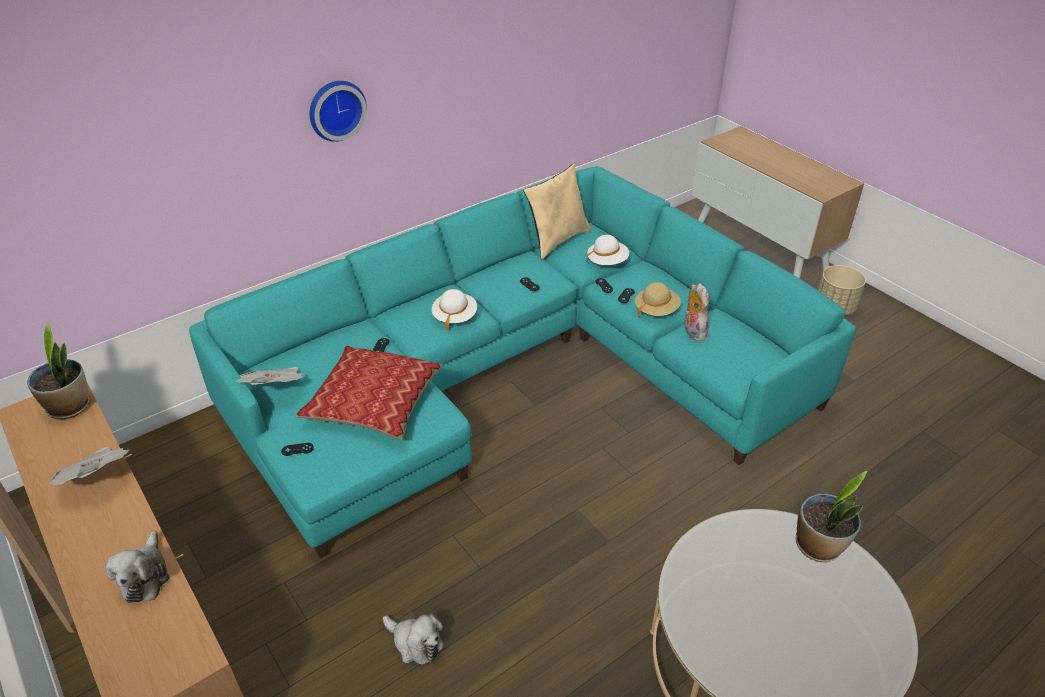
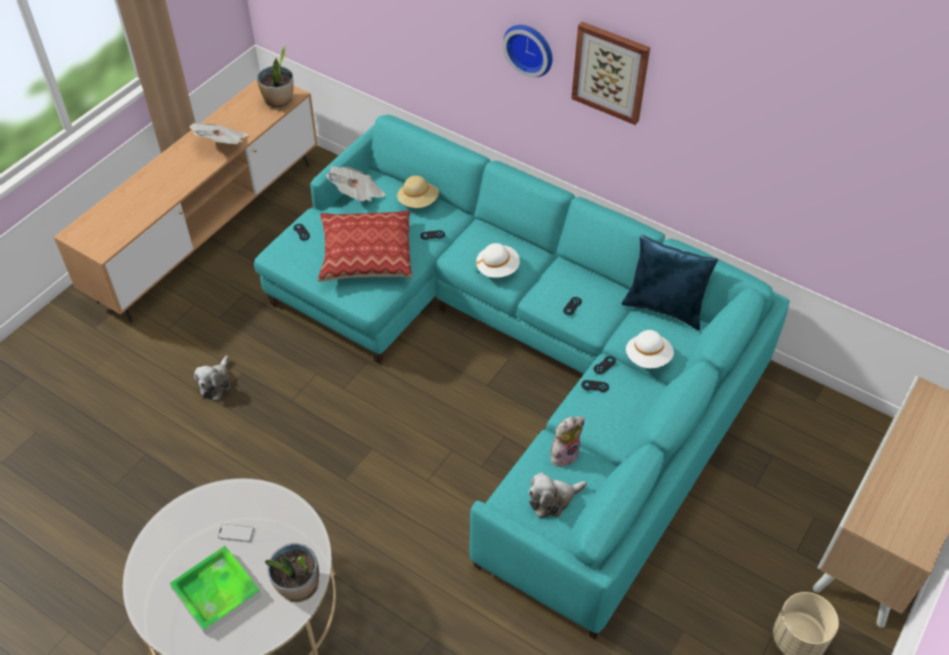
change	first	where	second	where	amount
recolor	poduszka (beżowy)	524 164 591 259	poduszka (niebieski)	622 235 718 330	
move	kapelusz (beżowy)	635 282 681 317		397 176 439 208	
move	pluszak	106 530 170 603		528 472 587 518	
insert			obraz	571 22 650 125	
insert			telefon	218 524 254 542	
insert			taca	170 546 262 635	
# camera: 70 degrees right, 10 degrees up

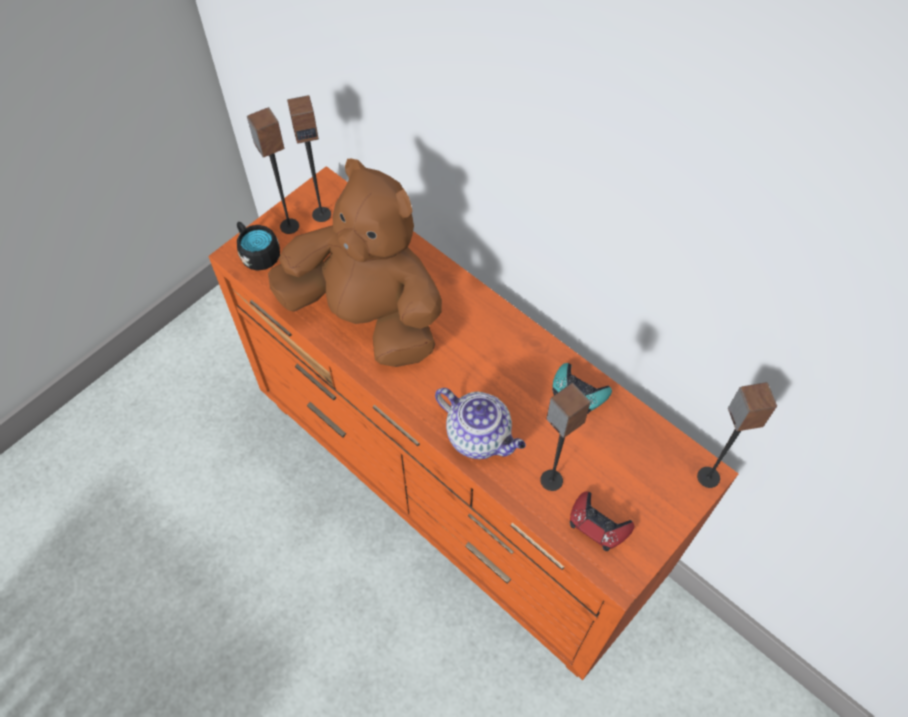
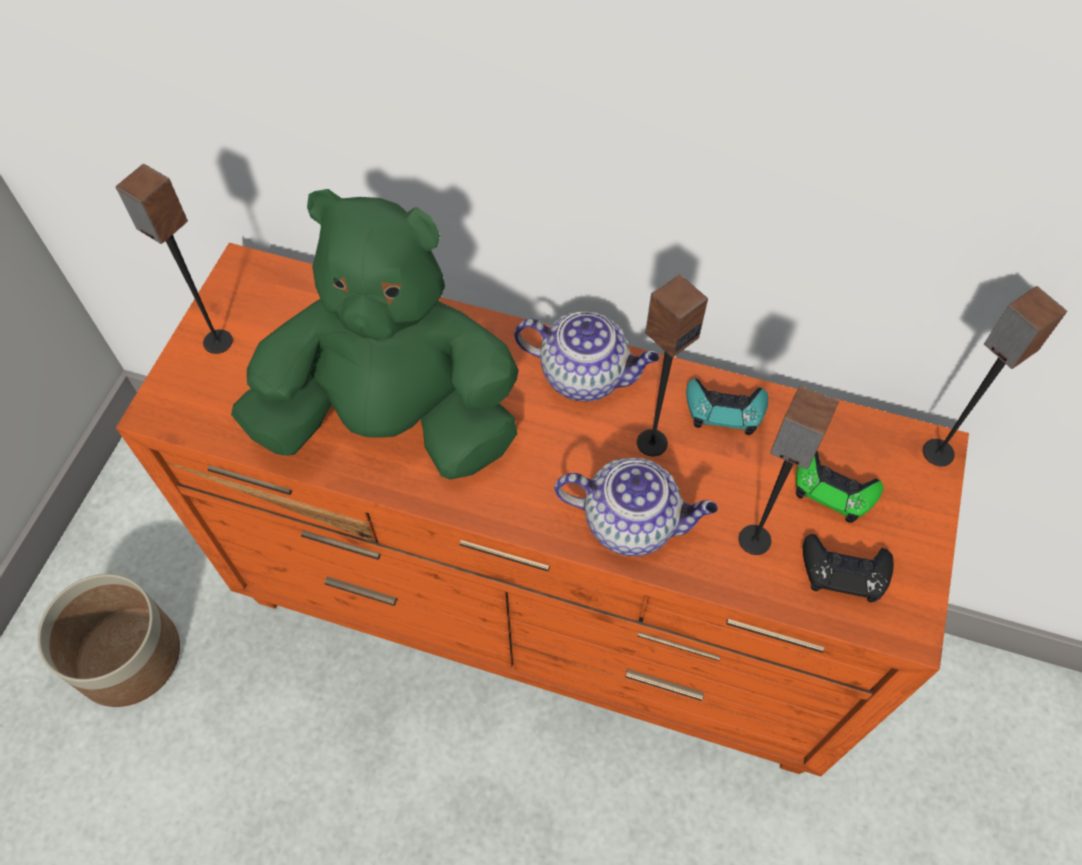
change	first	where	second	where	amount
move	głośnik	287 95 331 222		637 274 708 456	
recolor	pluszak (brązowy)	268 159 442 367	pluszak (zielony)	231 189 519 480	
delete	kubek (czarny)	237 222 280 271			
recolor	pad do gier (czerwony)	570 492 634 551	pad do gier (czarny)	803 534 894 602	
insert			imbryk	514 311 660 402	
insert			pad do gier (zielony)	796 451 884 523	
insert			donica	38 574 180 707	
# camera: 25 degrees left, 0 degrees up

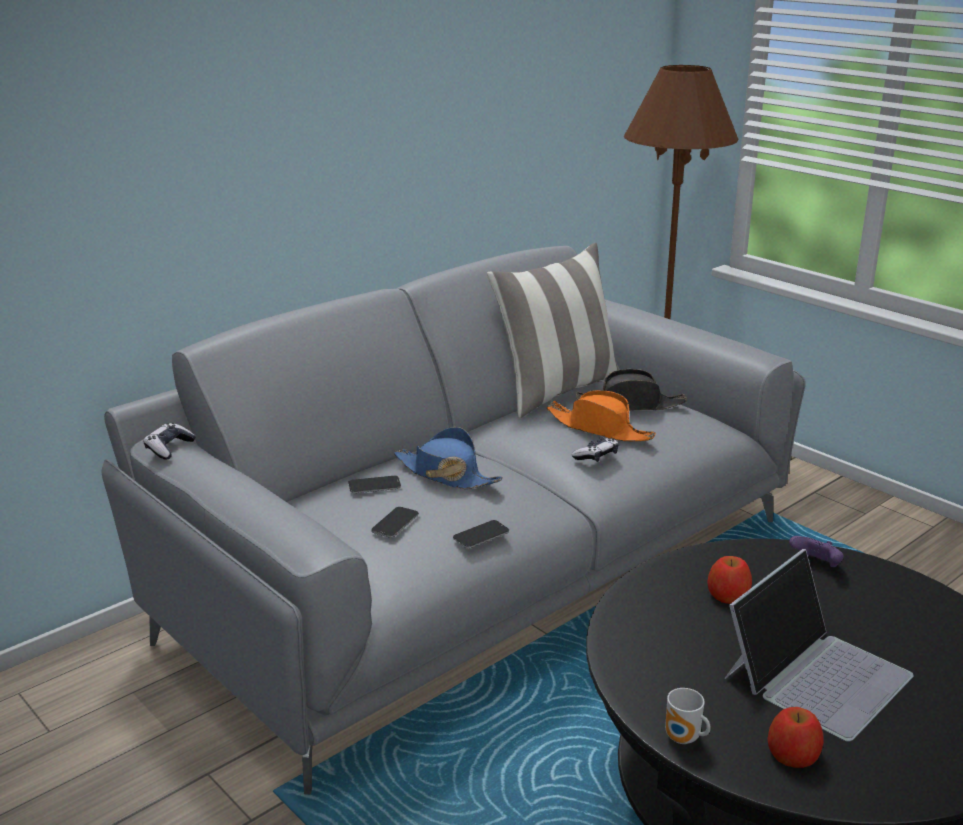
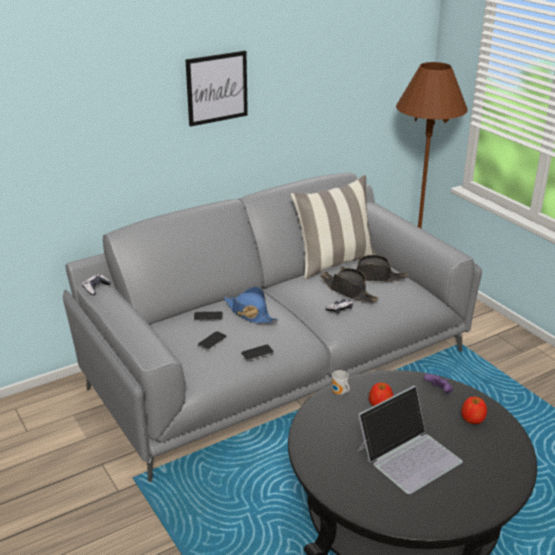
change	first	where	second	where	amount
recolor	kapelusz (pomarańczowy)	547 390 656 441	kapelusz (czarny)	320 268 379 302	
move	kubek	665 688 711 744		332 370 350 395	
move	jabłko	767 707 824 768		461 397 487 424	
insert			obraz	185 51 248 127	
# camera: 10 degrees right, 5 degrees up

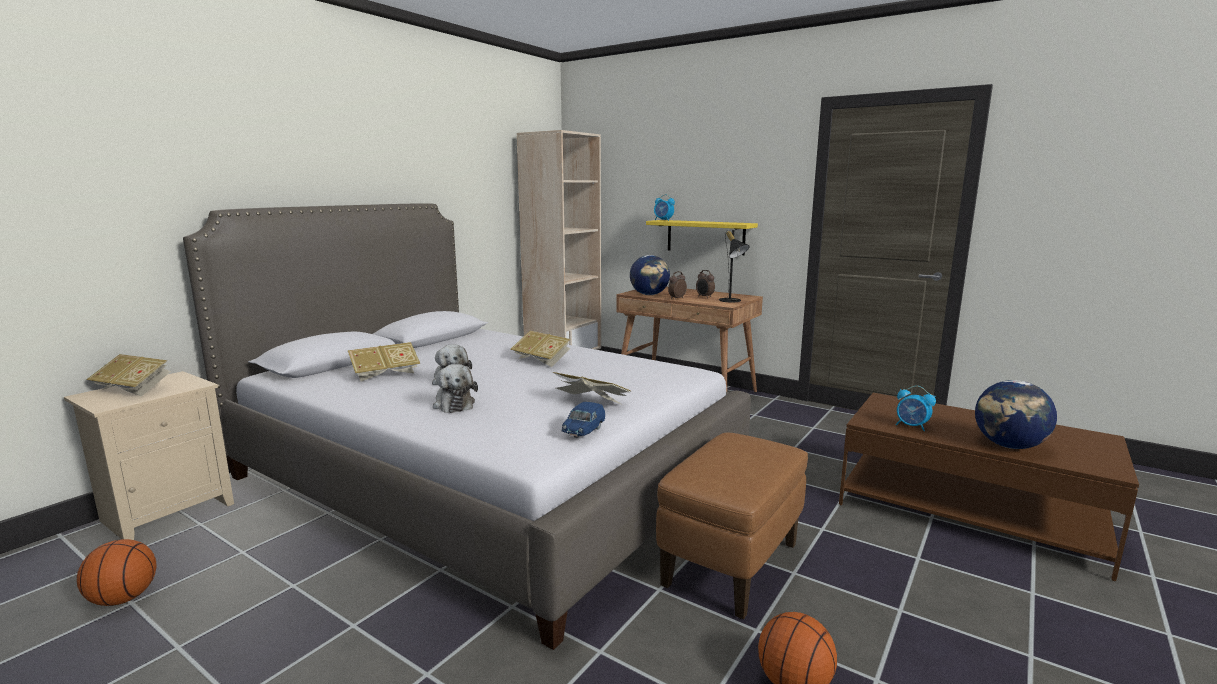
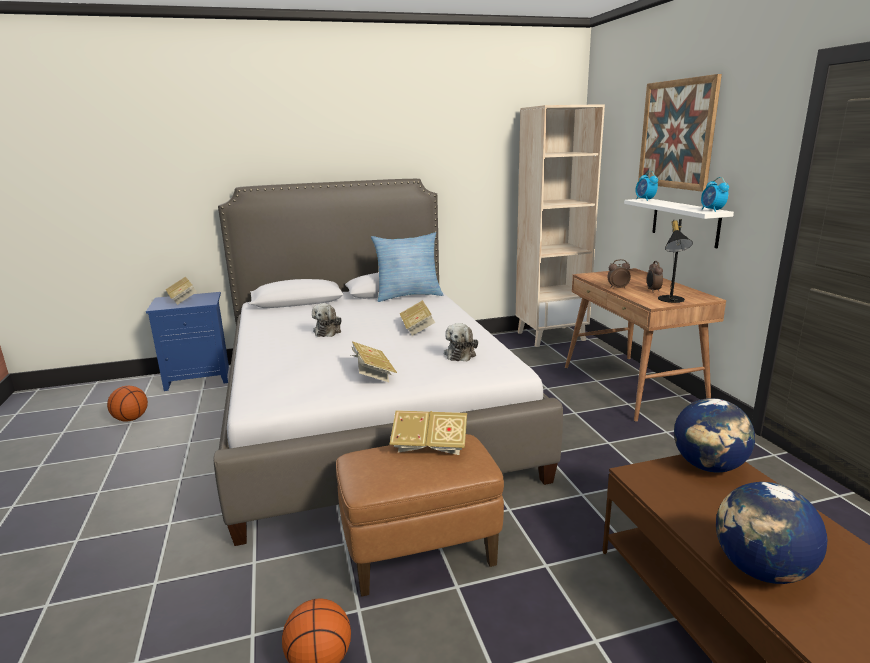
change	first	where	second	where	amount
recolor	półka (żółty)	646 220 758 255	półka (biały)	624 199 734 248	
move	globus	630 255 670 295		674 398 755 472	
move	książka	348 342 420 382		389 410 467 455	
move	pluszak	433 364 478 413		444 323 478 362	
recolor	szafka nocna (beżowy)	64 371 234 540	szafka nocna (niebieski)	146 292 229 391	
move	budzik	896 386 936 431		701 177 729 212	
delete	samochodzik (niebieski)	562 402 605 438			
insert			obraz	638 74 722 192	
insert			poduszka	371 232 443 302	
# camera: 40 degrees right, 5 degrees up

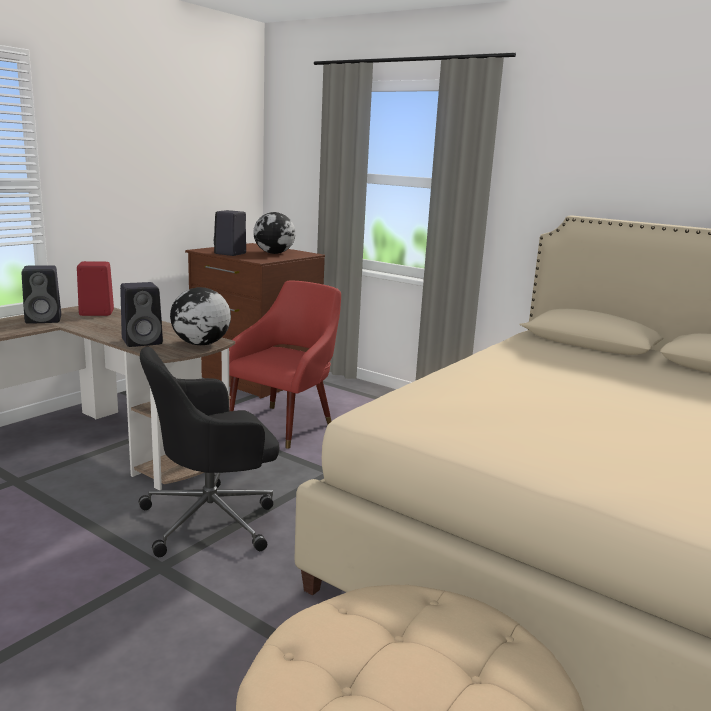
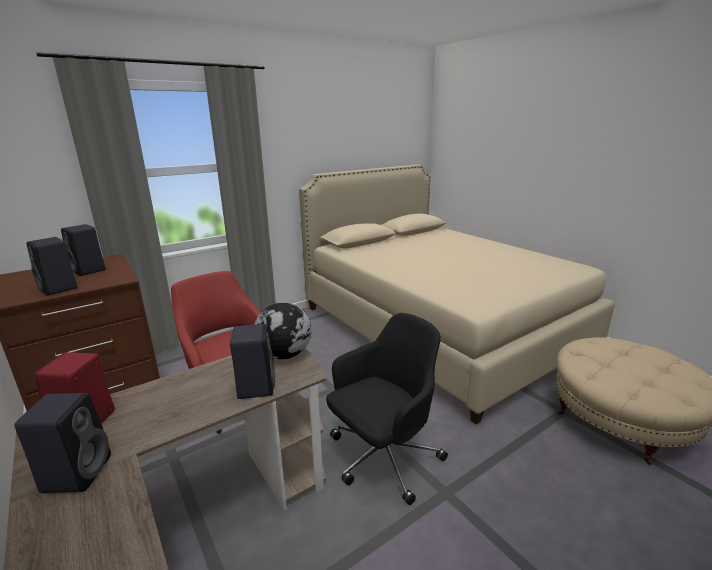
change	first	where	second	where	amount
replace	globus	253 212 295 254	głośnik (czarny)	61 224 106 276	
rotate	krzesło biurowe (czarny)	139 346 280 557		326 313 448 505	120 degrees counterclockwise
# camera: 70 degrees left, 5 degrees up

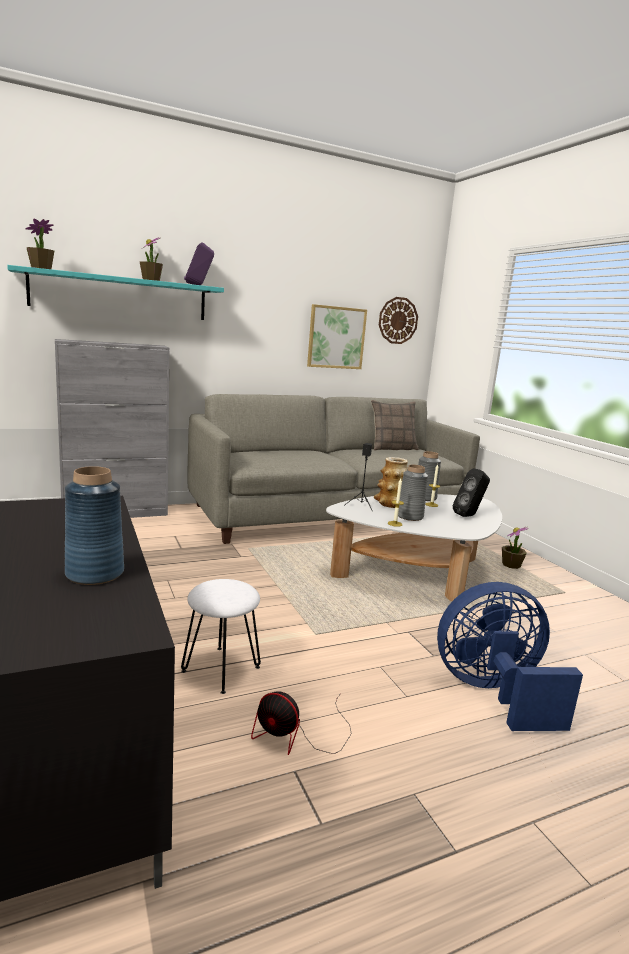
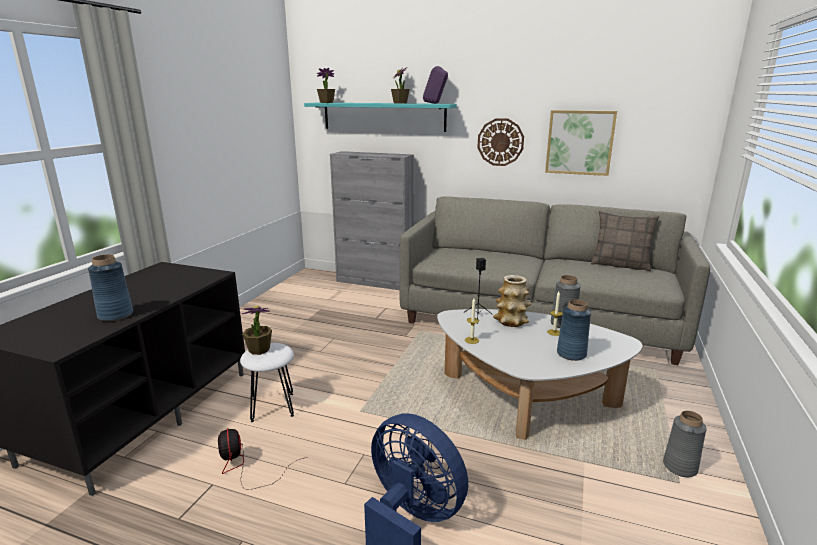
change	first	where	second	where	amount
move	zegar ścienny	379 297 418 344		477 118 524 166	
move	wazon (szary)	398 465 428 521		663 411 707 477	
replace	głośnik (czarny)	453 468 490 517	wazon (niebieski)	557 299 591 361	
move	roślina doniczkowa	502 527 528 569		241 306 272 355	
# camera: 45 degrees right, 5 degrees up

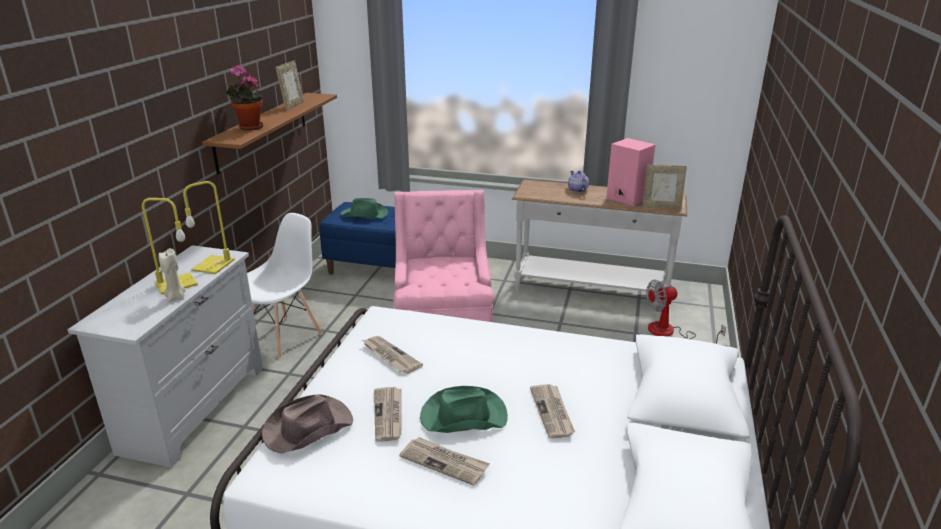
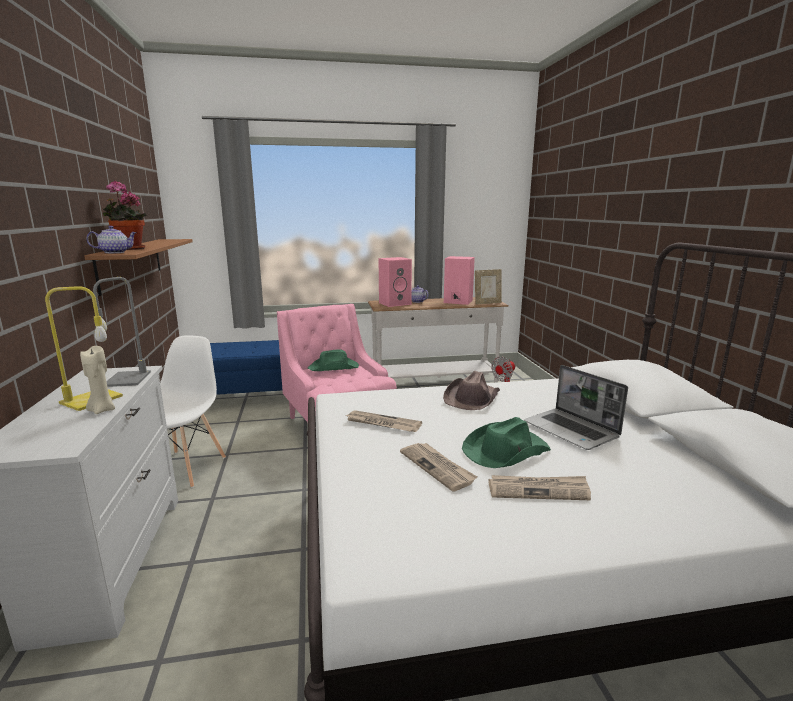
change	first	where	second	where	amount
delete	ramka na zdjęcie	276 60 304 110			
recolor	lampa stołowa (żółty)	183 181 235 274	lampa stołowa (szary)	93 277 151 387	
move	kapelusz (zielony)	341 198 388 219		308 349 359 371	
replace	gazeta	530 384 575 438	laptop	524 365 628 450	
move	kapelusz (brązowy)	262 394 353 454		443 371 500 410	
insert			imbryk	86 226 137 253	
insert			głośnik (różowy)	379 257 412 307	
# camera: 25 degrees left, 10 degrees down

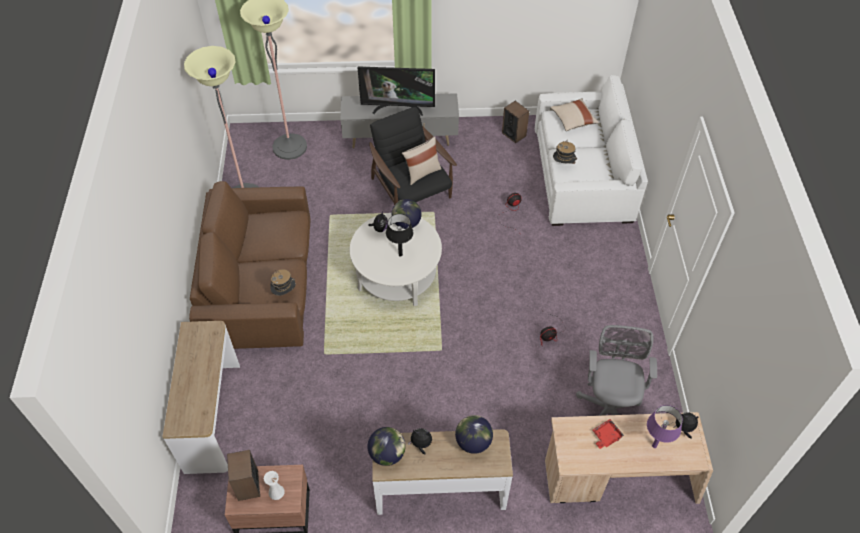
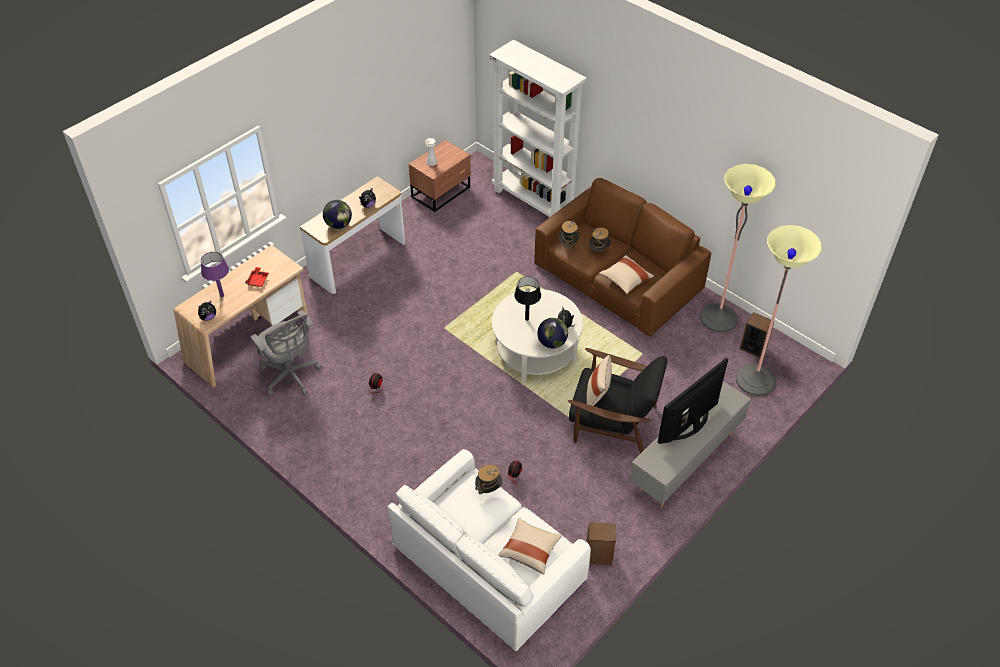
change	first	where	second	where	amount
replace	stolik konsolowy	162 321 240 474	regał (biały)	489 40 587 217	
delete	globus	367 427 406 466			
move	głośnik	227 450 260 501		740 312 774 358	
insert			kapelusz	589 227 611 251	
insert			poduszka (beżowy)	599 255 654 294	
# camera: 135 degrees right, 5 degrees down

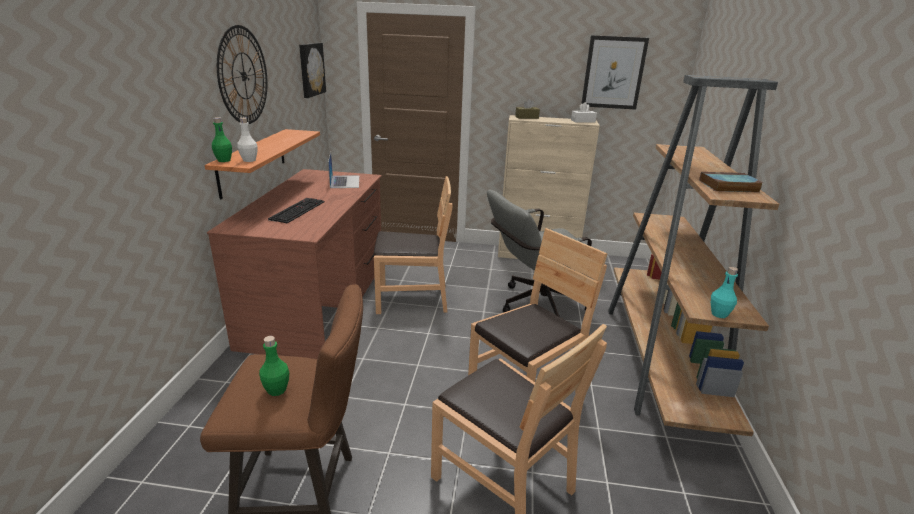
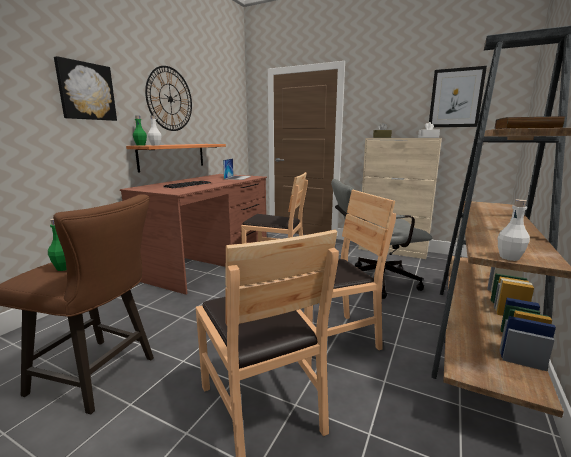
change	first	where	second	where	amount
move	obraz	299 43 326 98		54 56 117 121	
recolor	butelka (turkusowy)	711 267 738 318	butelka (biały)	498 199 530 261	
# camera: 20 degrees right, 10 degrees down

